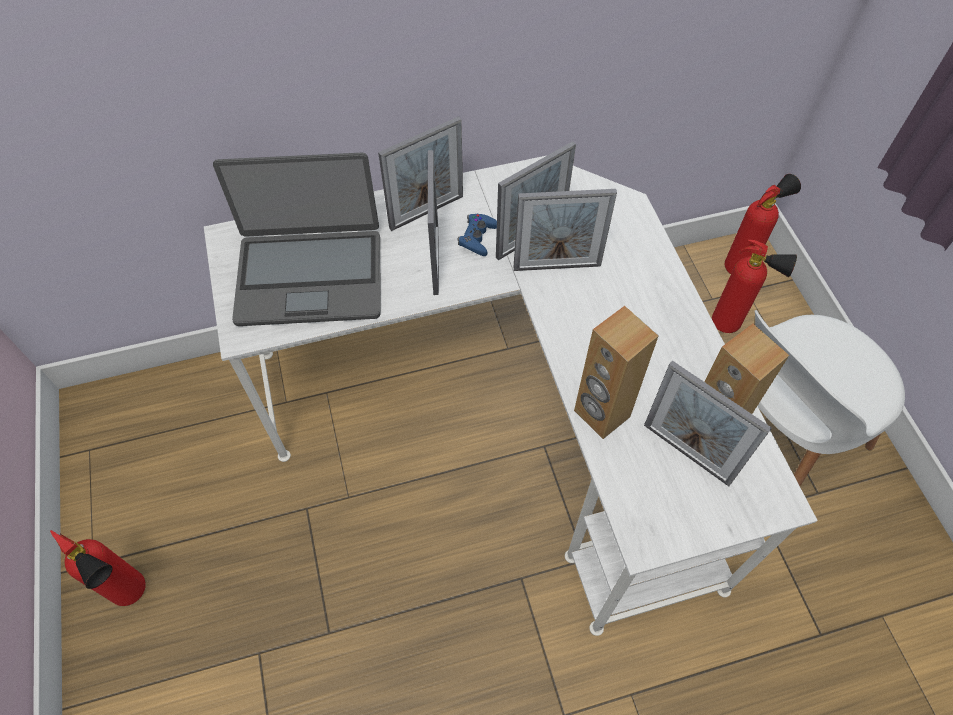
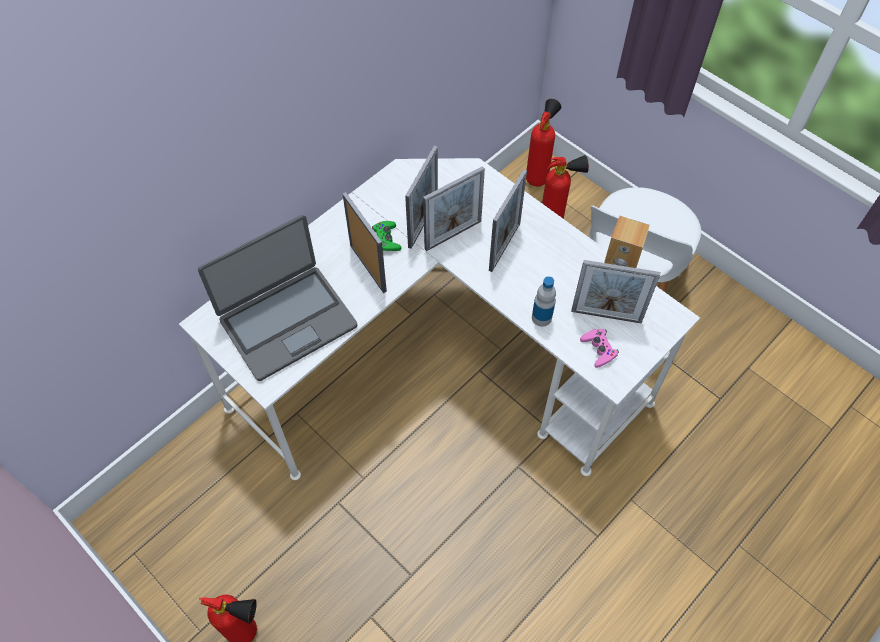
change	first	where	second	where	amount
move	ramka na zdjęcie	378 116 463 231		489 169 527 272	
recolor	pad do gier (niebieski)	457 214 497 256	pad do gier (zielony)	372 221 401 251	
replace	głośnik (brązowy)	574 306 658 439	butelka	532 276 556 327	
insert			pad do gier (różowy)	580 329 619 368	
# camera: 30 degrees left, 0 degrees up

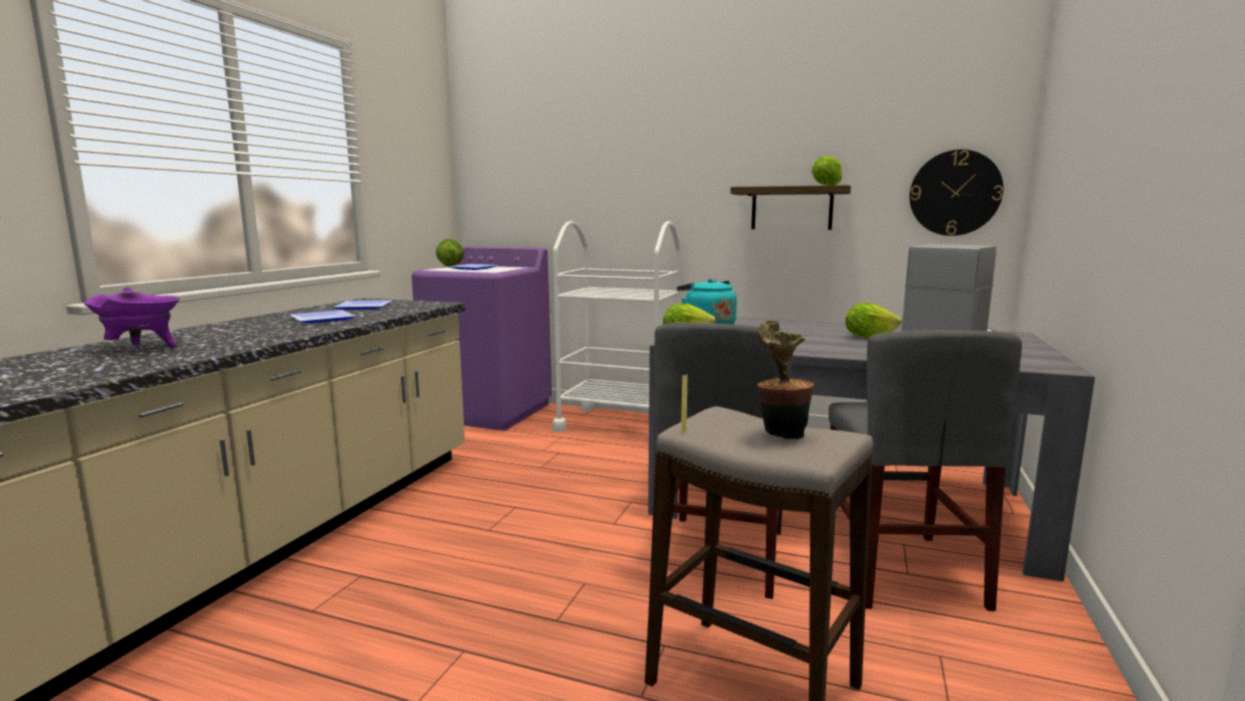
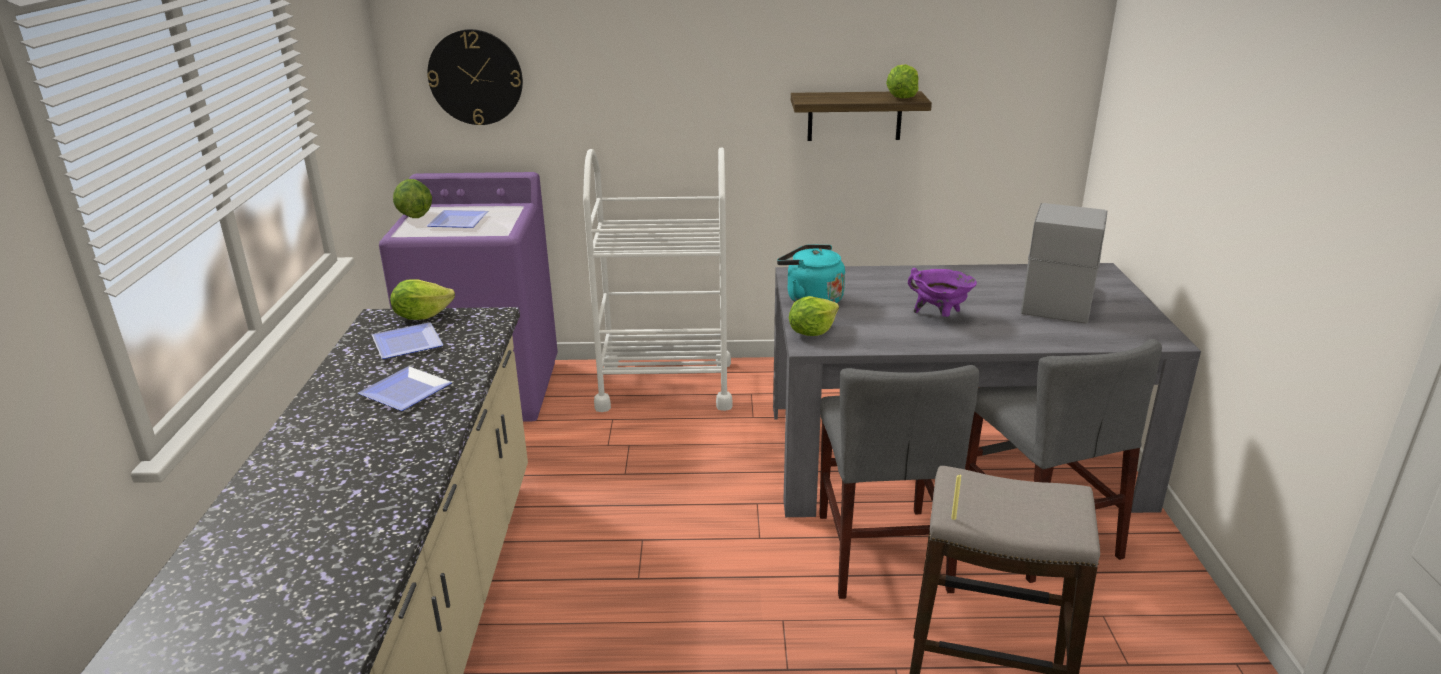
change	first	where	second	where	amount
move	zegar ścienny	909 149 1003 236		427 29 523 125	
move	garnek (fioletowy)	84 287 179 348		908 268 977 317	
move	sałata	845 303 902 338		390 279 455 320	
delete	roślina doniczkowa	757 319 814 439			
# camera: 20 degrees left, 15 degrees up

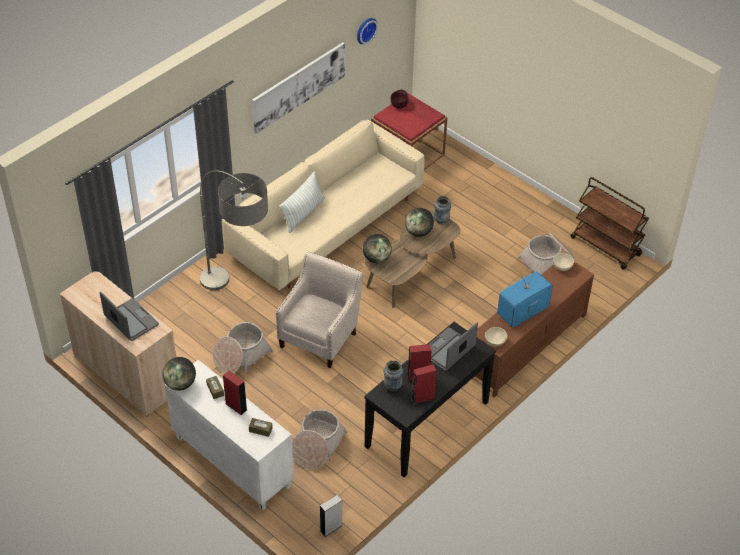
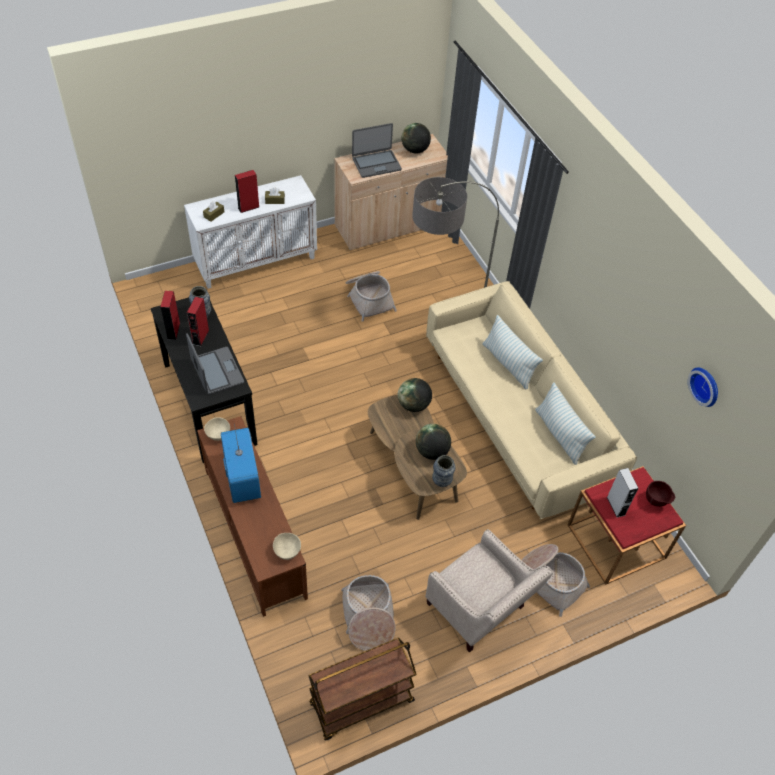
change	first	where	second	where	amount
delete	obraz	252 42 345 134			
move	fotel (beżowy)	276 252 363 368		425 529 553 653	
move	globus	162 357 196 391		401 123 431 153	
move	koszyk	292 409 347 469		522 544 590 617	
move	głośnik (szary)	320 495 343 537		607 468 638 518	
insert			poduszka	535 382 596 465	
# camera: 110 degrees right, 5 degrees up

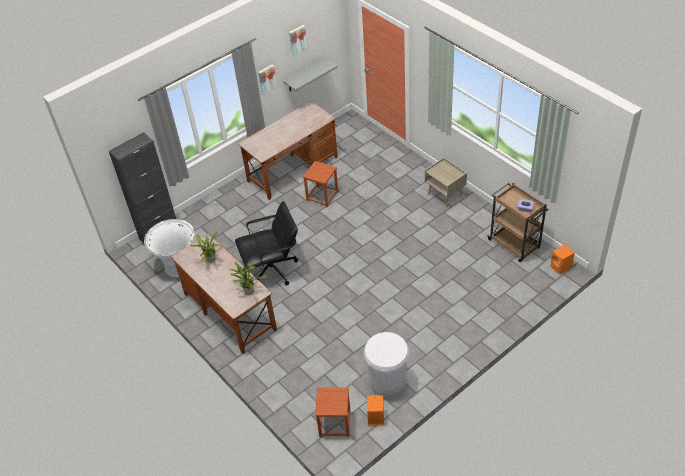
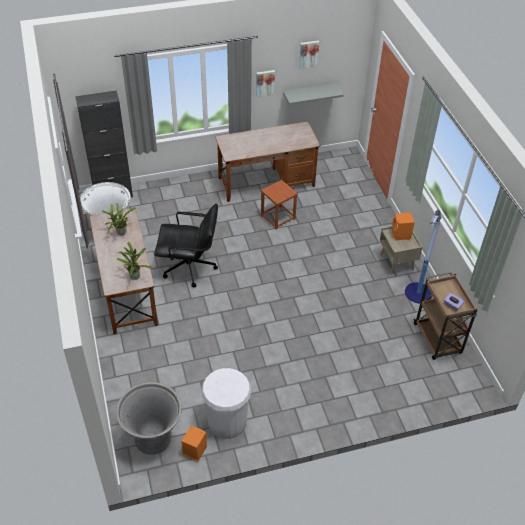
change	first	where	second	where	amount
move	głośnik (pomarańczowy)	551 244 575 274		392 213 415 240	
replace	stołek (brązowy)	315 388 351 437	donica (szary)	116 382 182 455	
insert			lampa stojąca	405 210 441 303	
# camera: 20 degrees right, 0 degrees up

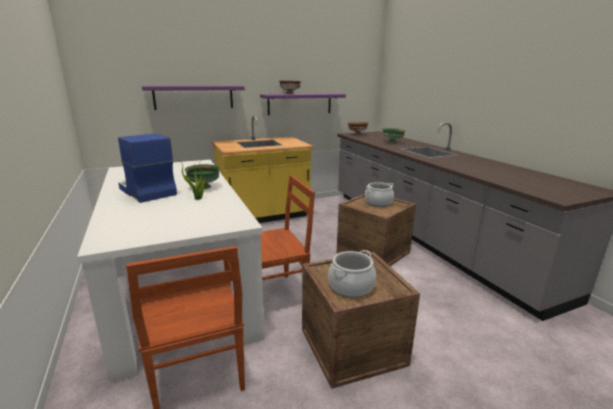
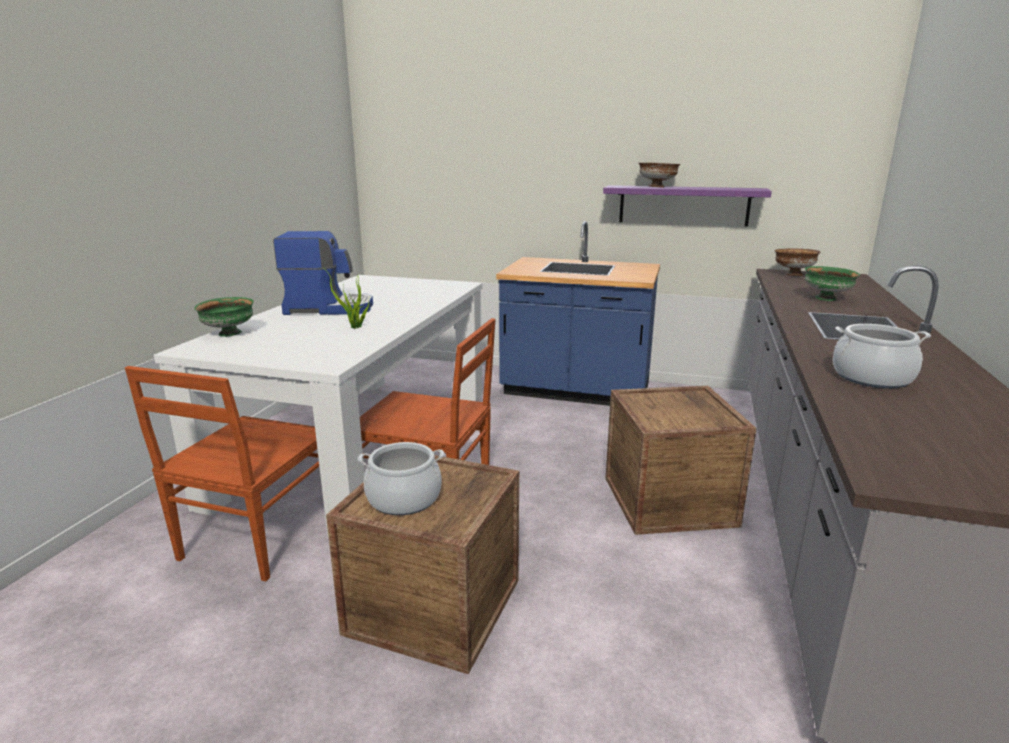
change	first	where	second	where	amount
delete	półka (fioletowy)	142 86 245 110			
recolor	zabudowa kuchenna (żółty)	212 116 313 223	zabudowa kuchenna (niebieski)	496 221 660 406	
rotate	ekspres do kawy	118 134 177 203		273 231 373 315	90 degrees clockwise
move	miska (zielony)	184 164 220 189		194 297 254 337	
move	garnek	365 182 394 207		833 324 931 389	
# camera: 40 degrees right, 0 degrees up

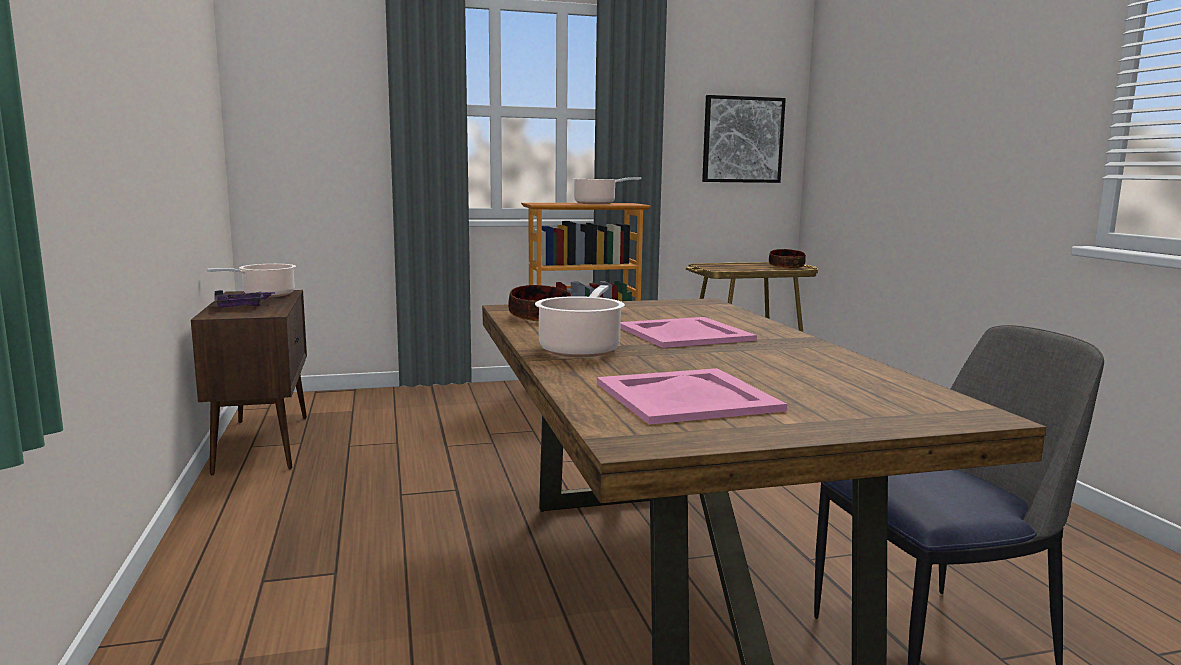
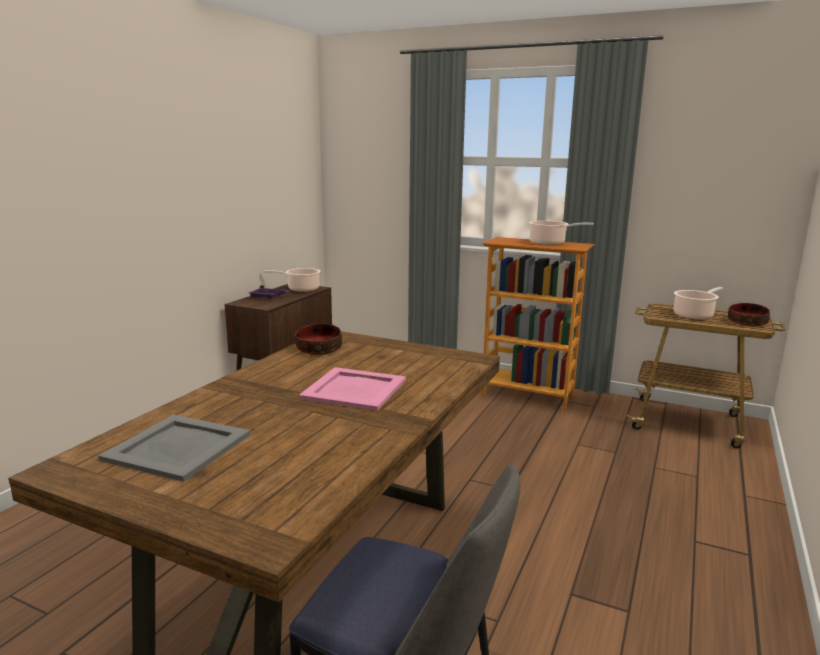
change	first	where	second	where	amount
delete	obraz	702 95 786 183			
move	garnek	535 285 625 357		674 287 723 320	
recolor	taca (różowy)	597 368 787 425	taca (szary)	98 415 250 482	
# camera: 40 degrees right, 5 degrees up

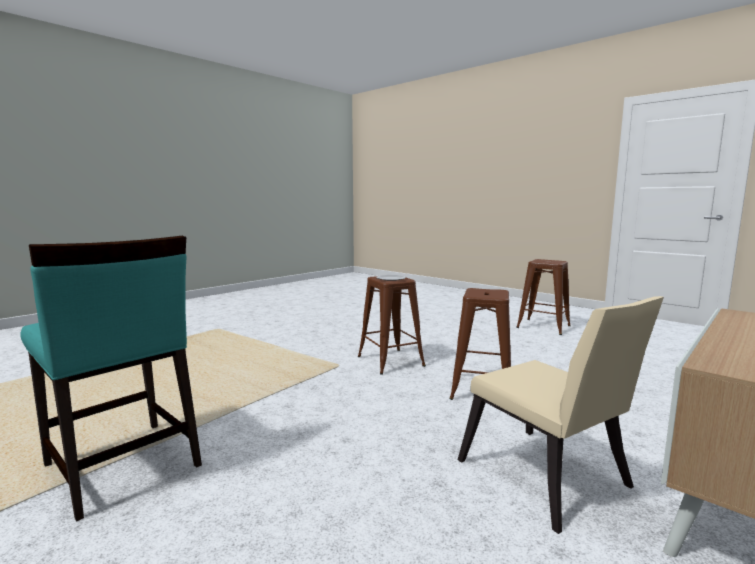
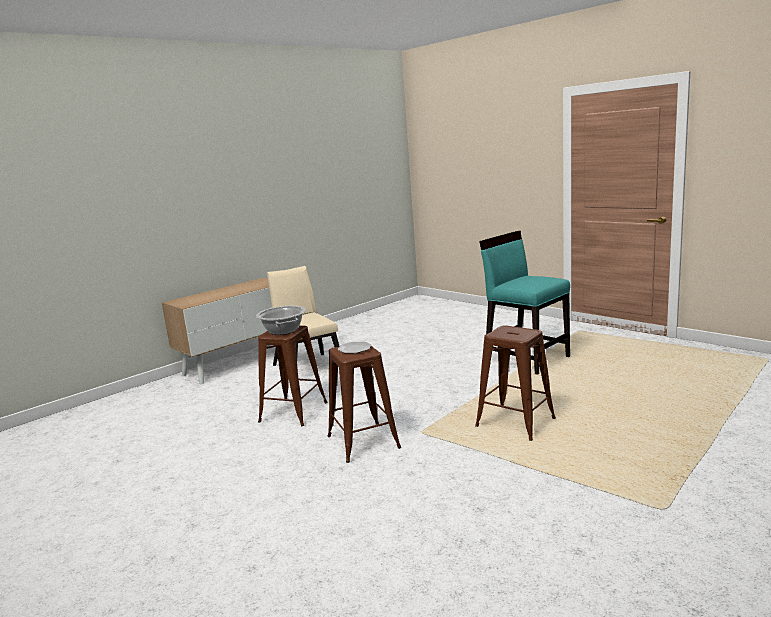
change	first	where	second	where	amount
move	stołek (brązowy)	516 259 571 335		475 325 556 441	
insert			garnek	256 306 306 335	
# camera: 175 degrees left, 5 degrees up

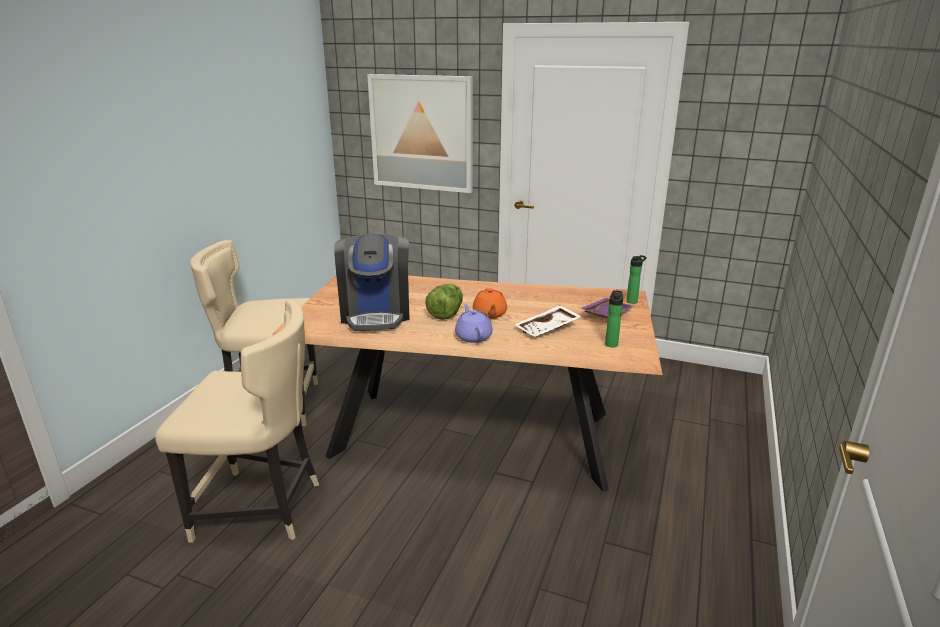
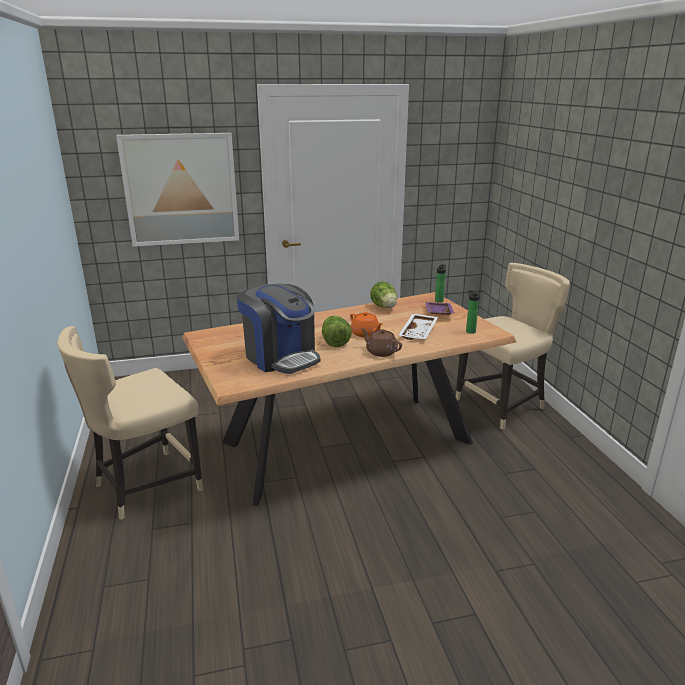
change	first	where	second	where	amount
move	krzesło (beżowy)	155 299 319 543		456 263 570 430	
recolor	imbryk (fioletowy)	455 304 493 343	imbryk (brązowy)	361 328 402 357	
insert			sałata	370 281 397 308	
# camera: 35 degrees left, 0 degrees up

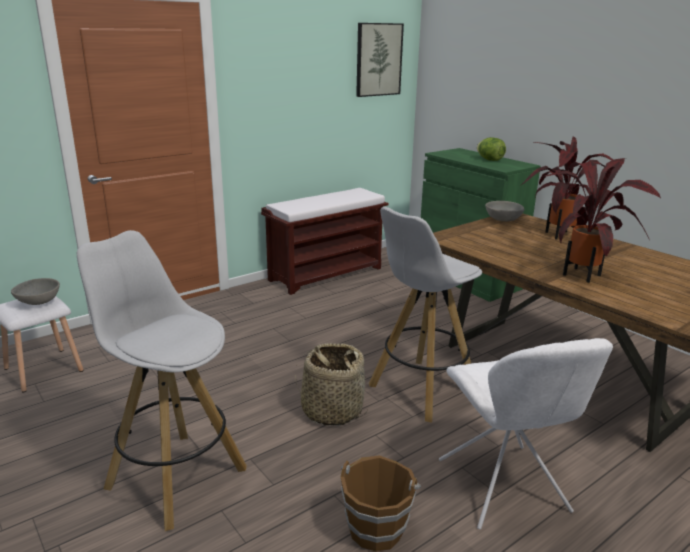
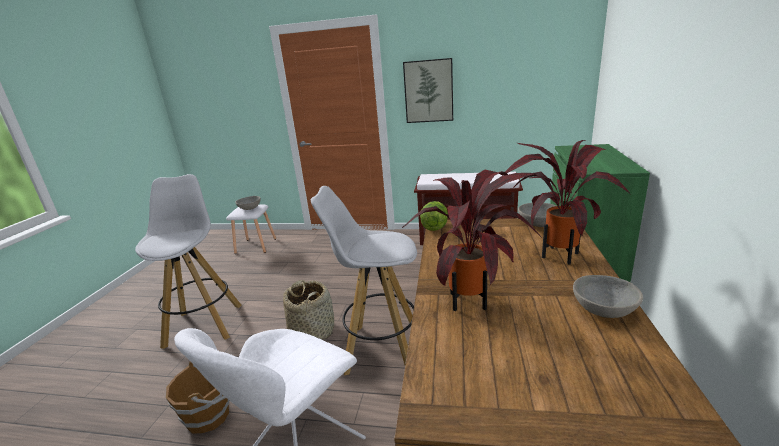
change	first	where	second	where	amount
move	obraz	356 23 404 97		403 58 453 123	
move	sałata	477 137 506 161		420 201 448 231	
insert			miska (szary)	573 275 643 318	
# camera: 50 degrees right, 0 degrees up

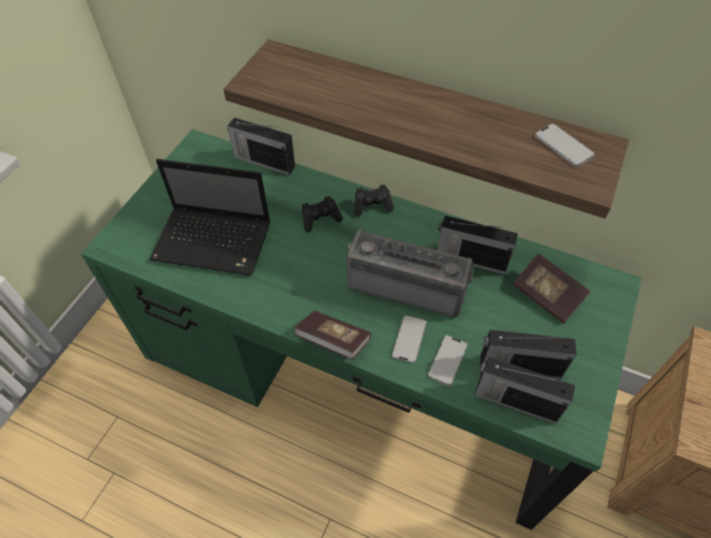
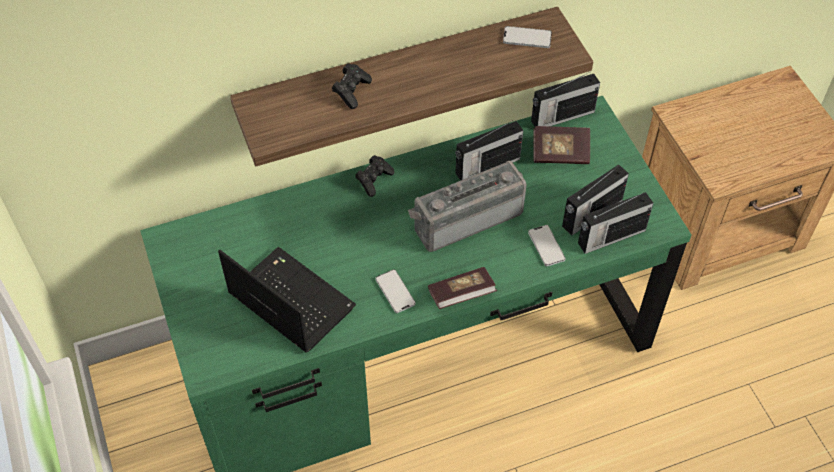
change	first	where	second	where	amount
move	radio	227 118 295 175		531 72 600 127	
rotate	laptop	149 159 270 276		218 247 356 353	105 degrees counterclockwise
move	pad do gier (czarny)	302 196 343 232		332 63 372 109	
move	telefon	392 315 427 364		375 269 416 313	
# camera: 45 degrees left, 0 degrees up

